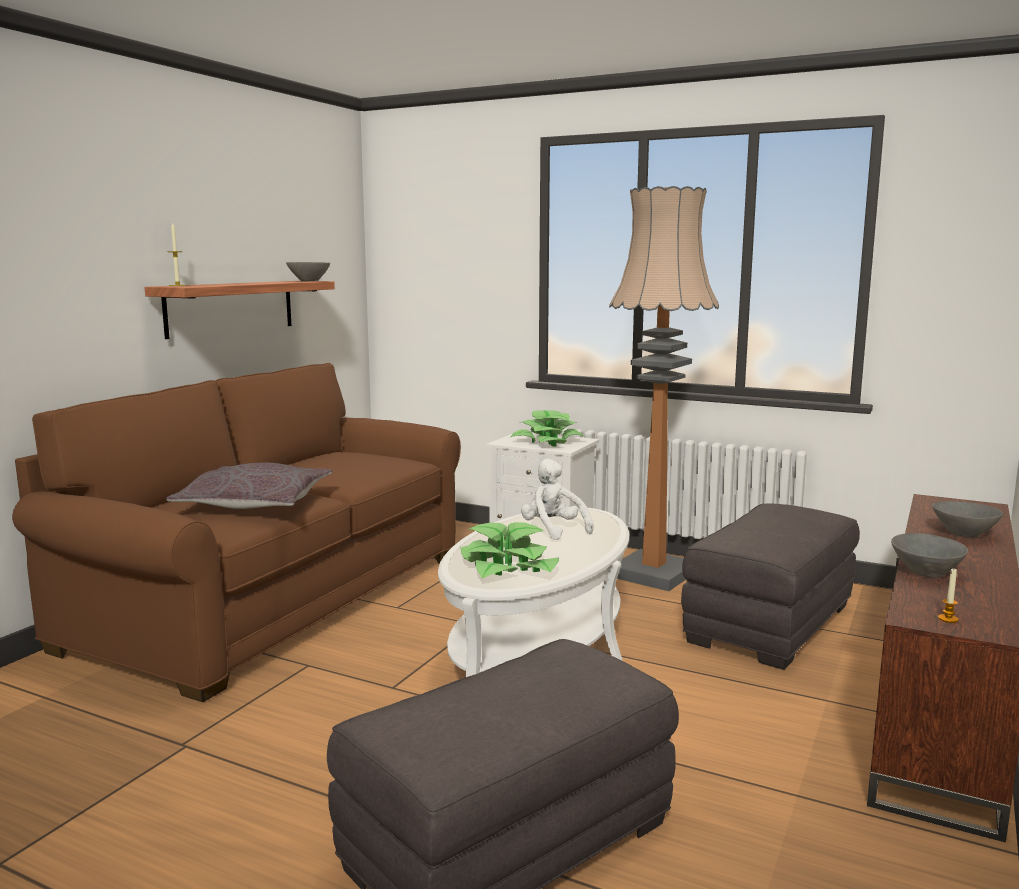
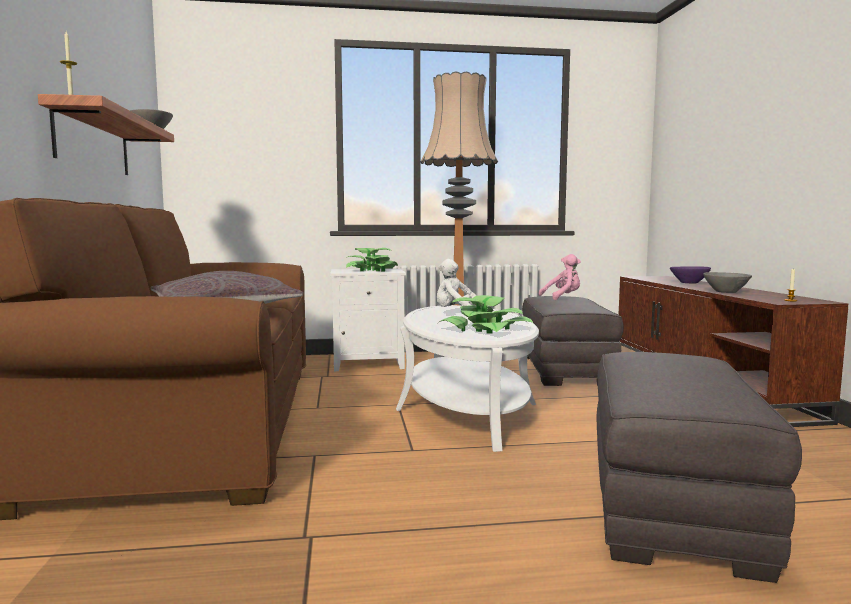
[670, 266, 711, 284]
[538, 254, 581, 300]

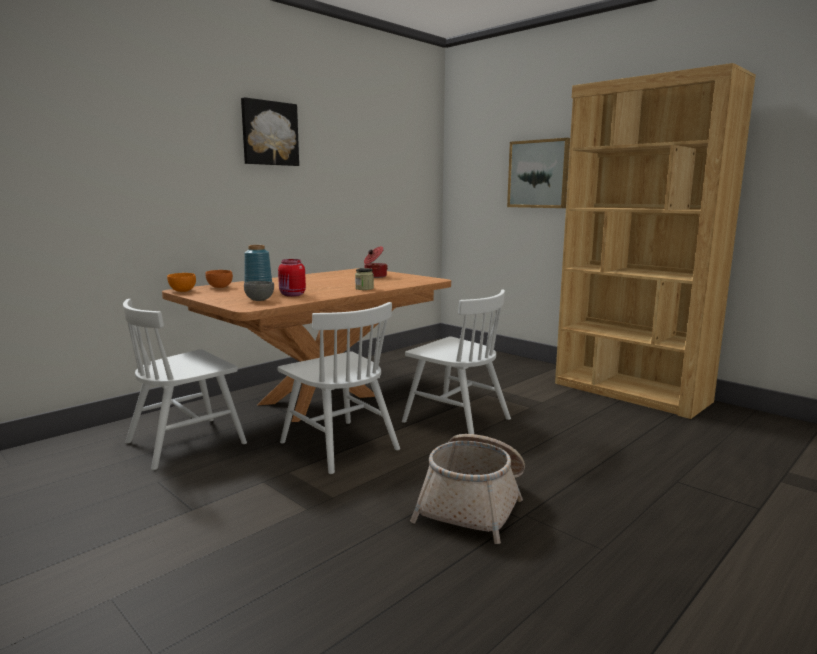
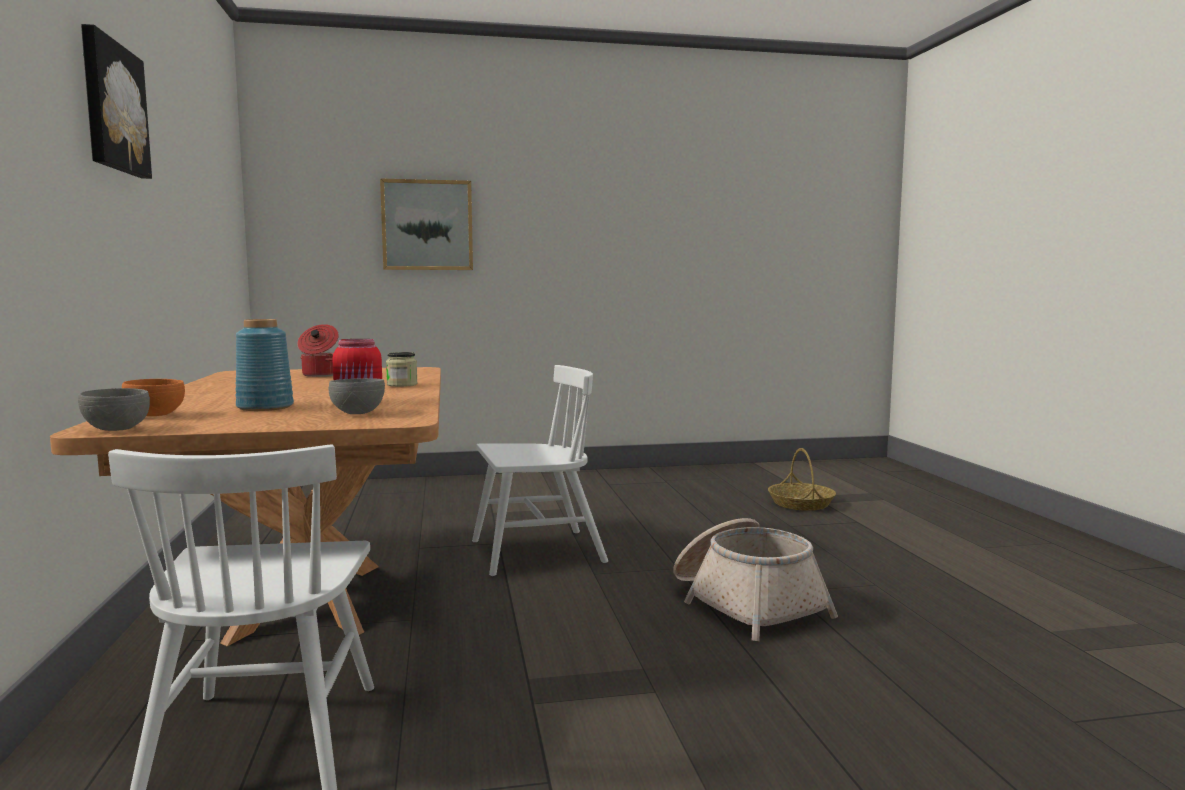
[555, 63, 756, 419] (first image)
[78, 388, 150, 431]
[277, 302, 400, 474] (first image)
[768, 448, 836, 511]

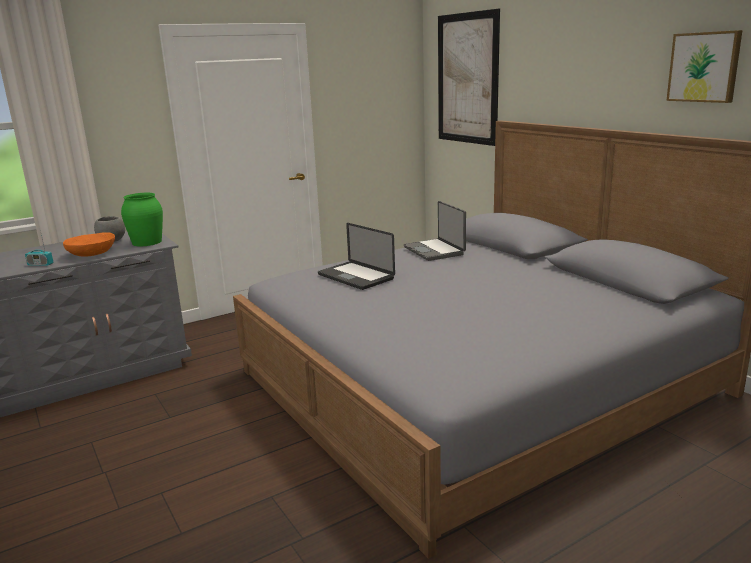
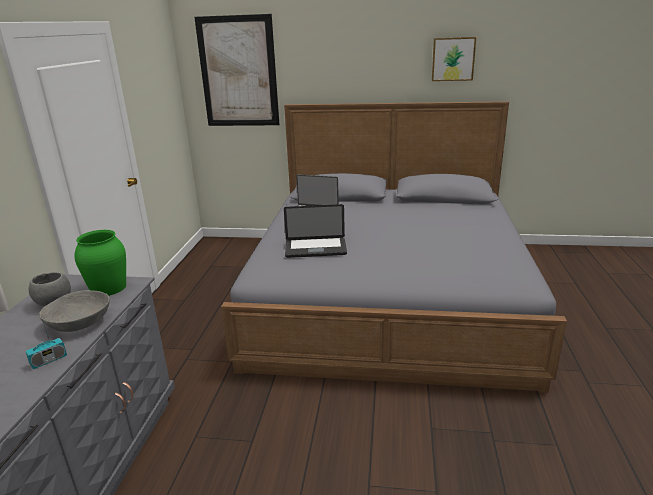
[39, 290, 110, 332]

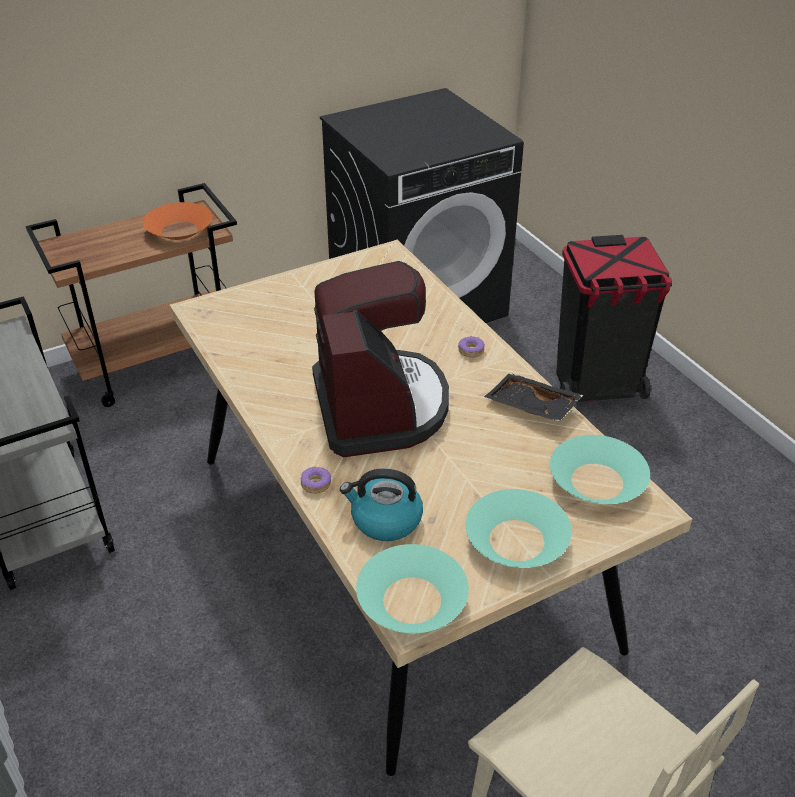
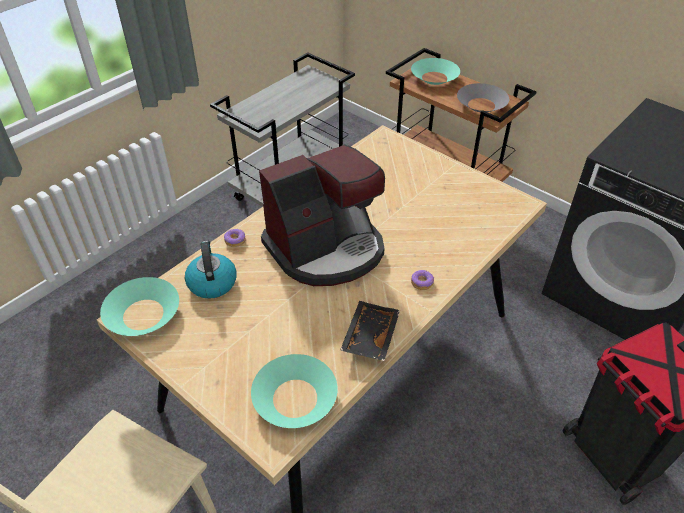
[457, 83, 509, 112]
[411, 58, 460, 85]

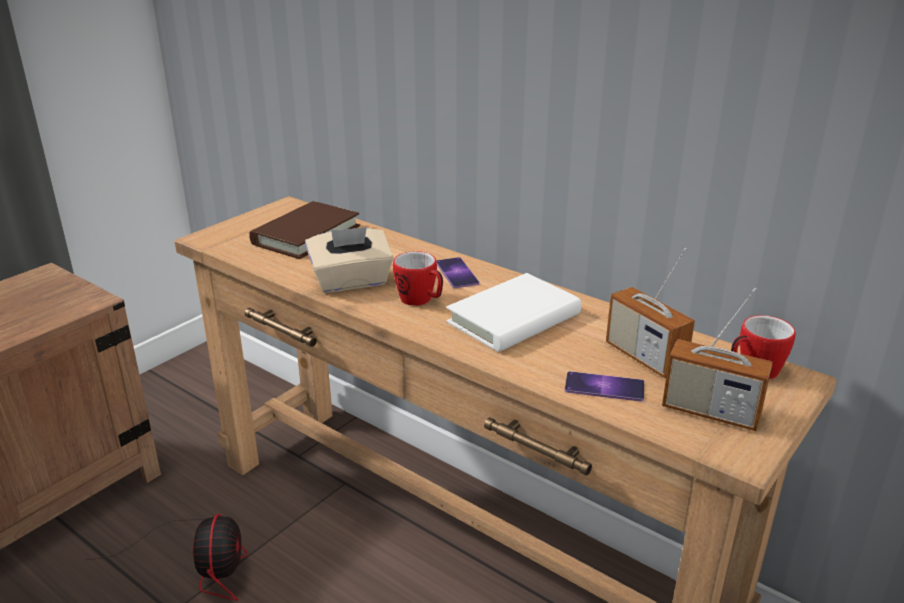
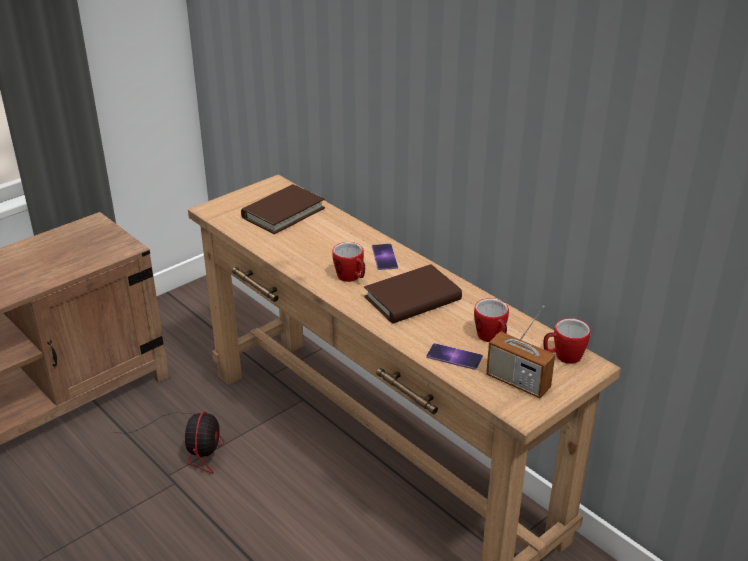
[305, 227, 394, 293] (first image)
[474, 298, 509, 342]
[364, 264, 462, 324]

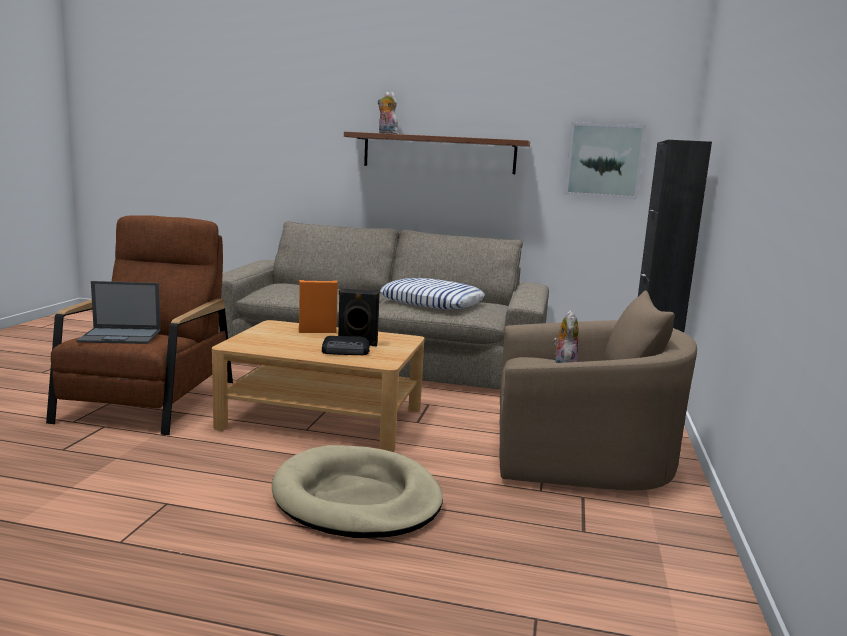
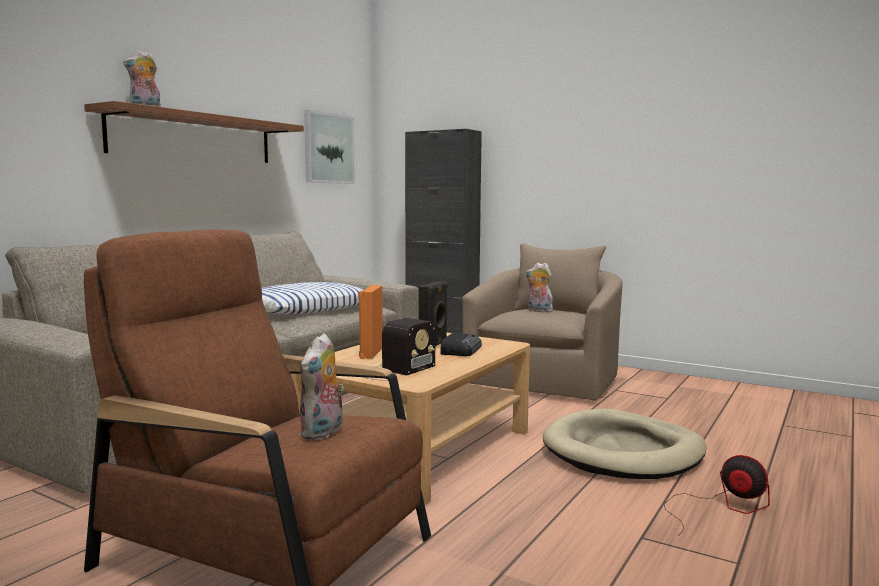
[300, 333, 344, 440]
[363, 318, 435, 381]
[664, 455, 770, 536]

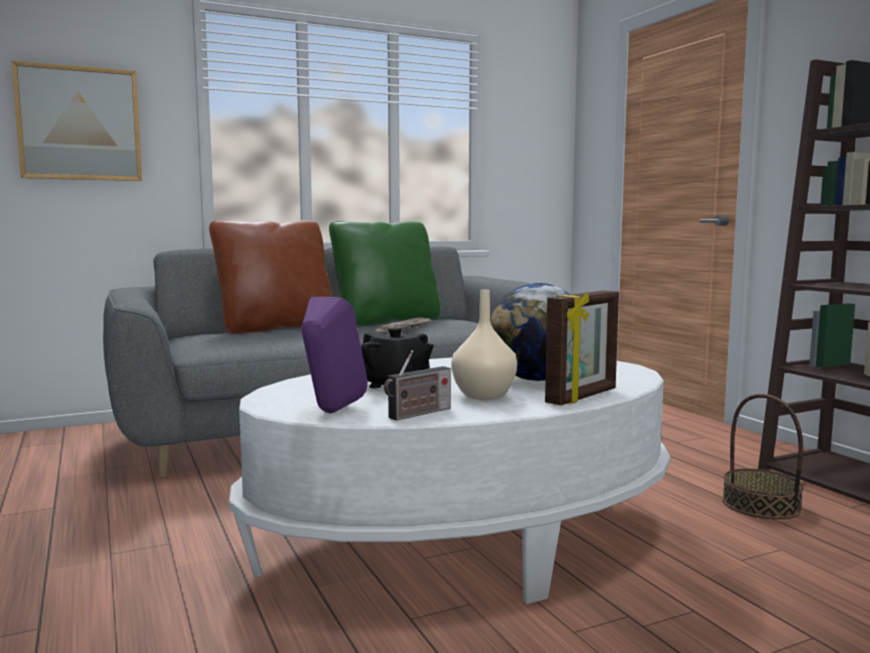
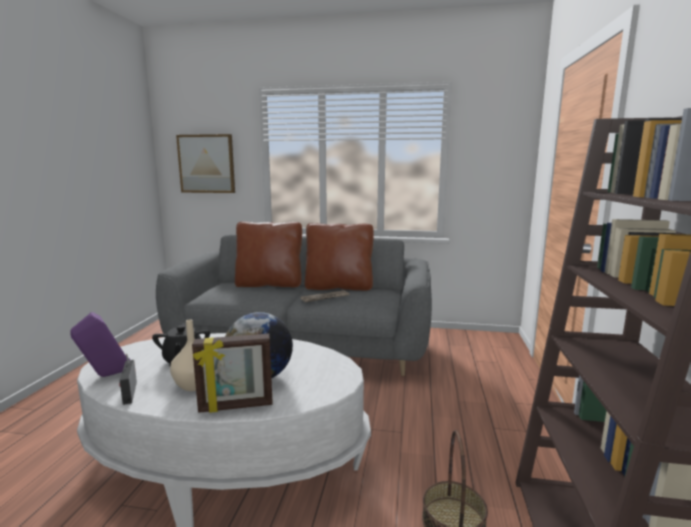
[305, 223, 374, 291]
[119, 354, 137, 405]

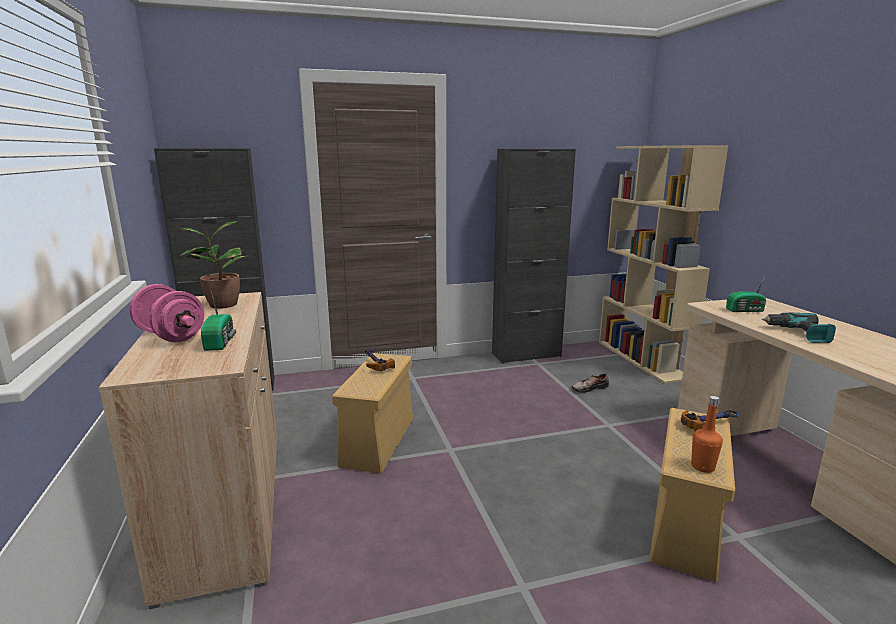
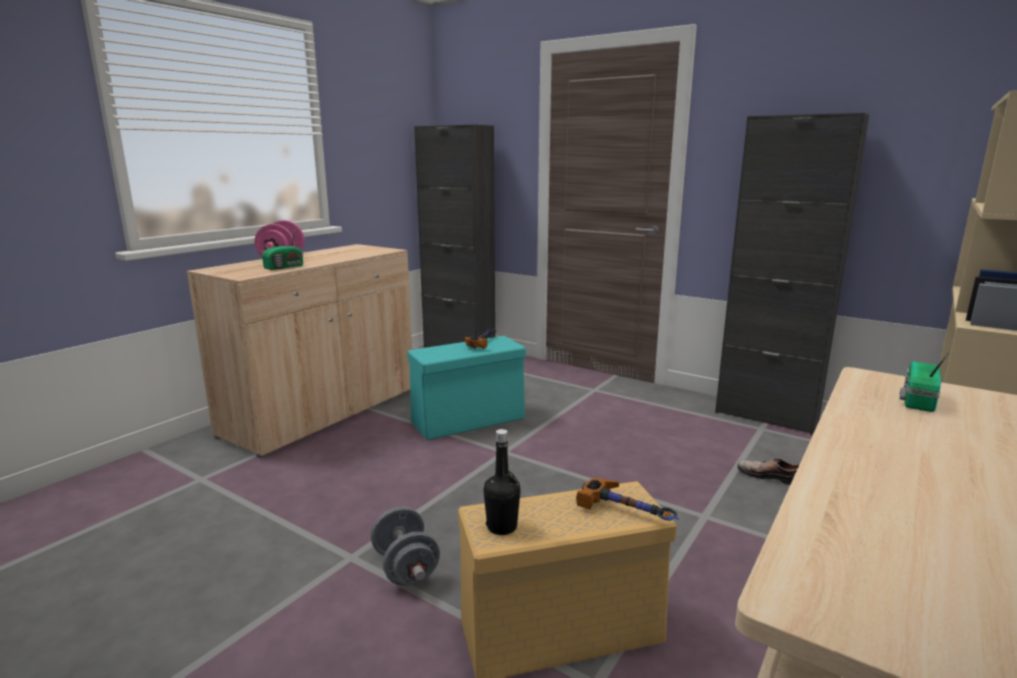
[180, 221, 250, 309] (first image)
[900, 352, 949, 412]
[762, 312, 836, 343] (first image)
[407, 336, 526, 440]
[483, 429, 521, 535]
[371, 506, 440, 586]

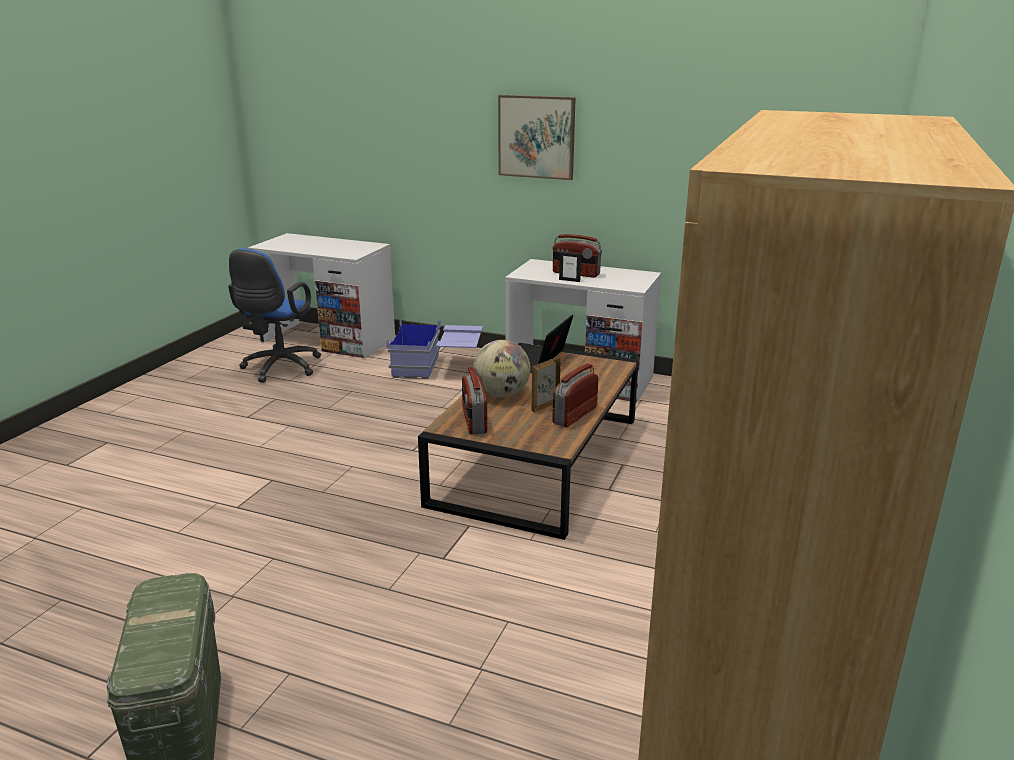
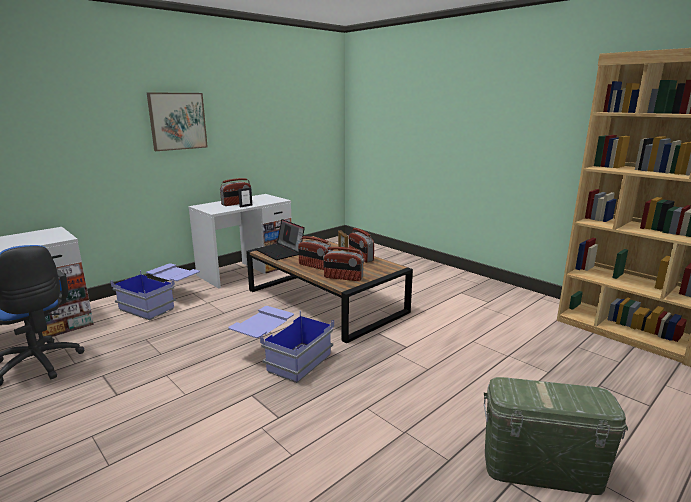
[298, 236, 333, 270]
[229, 306, 334, 383]

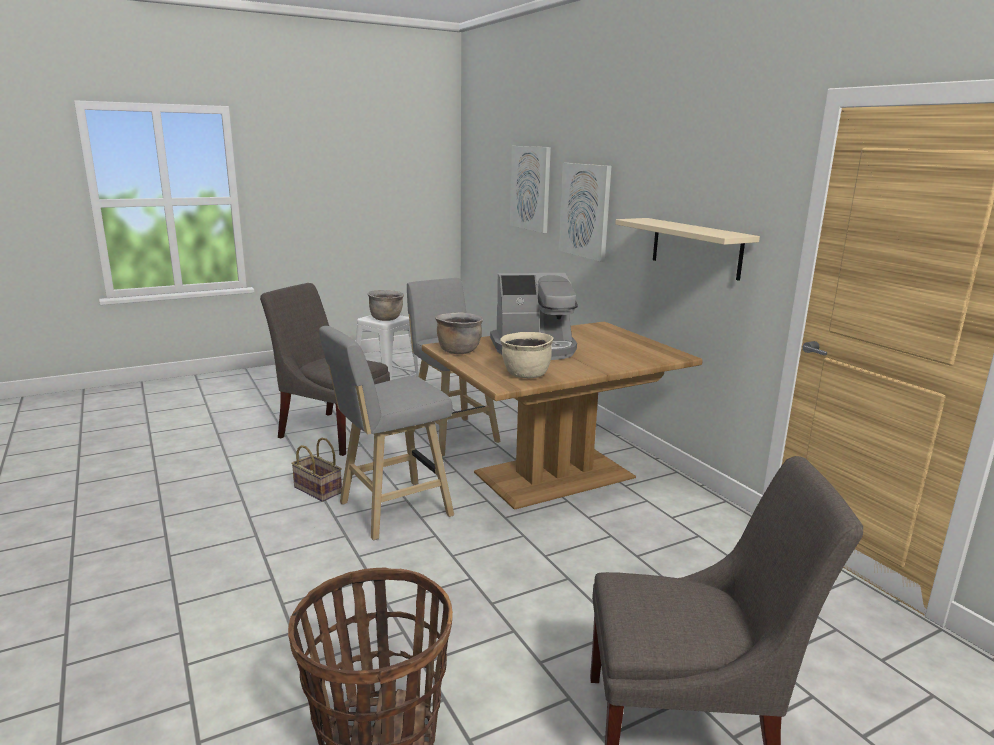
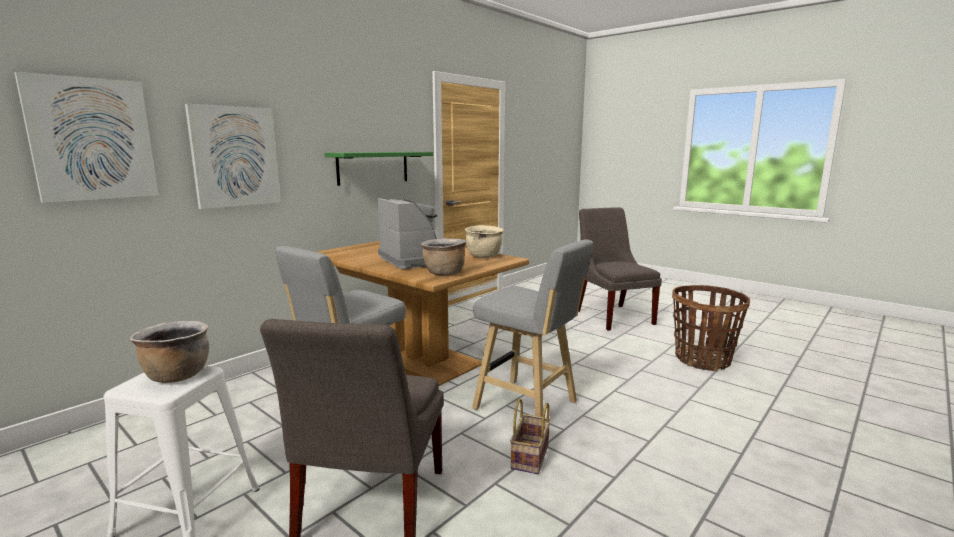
[325, 152, 433, 186]

